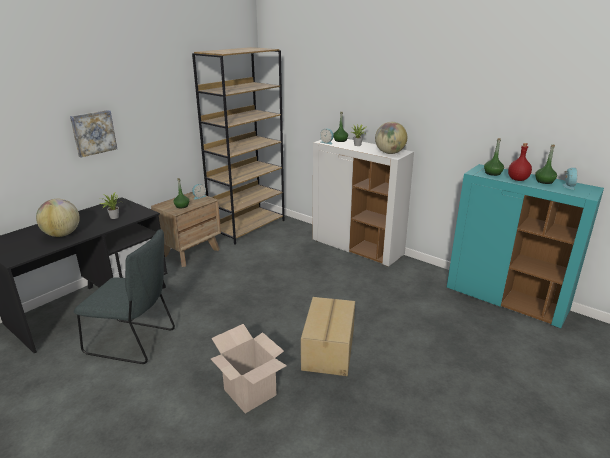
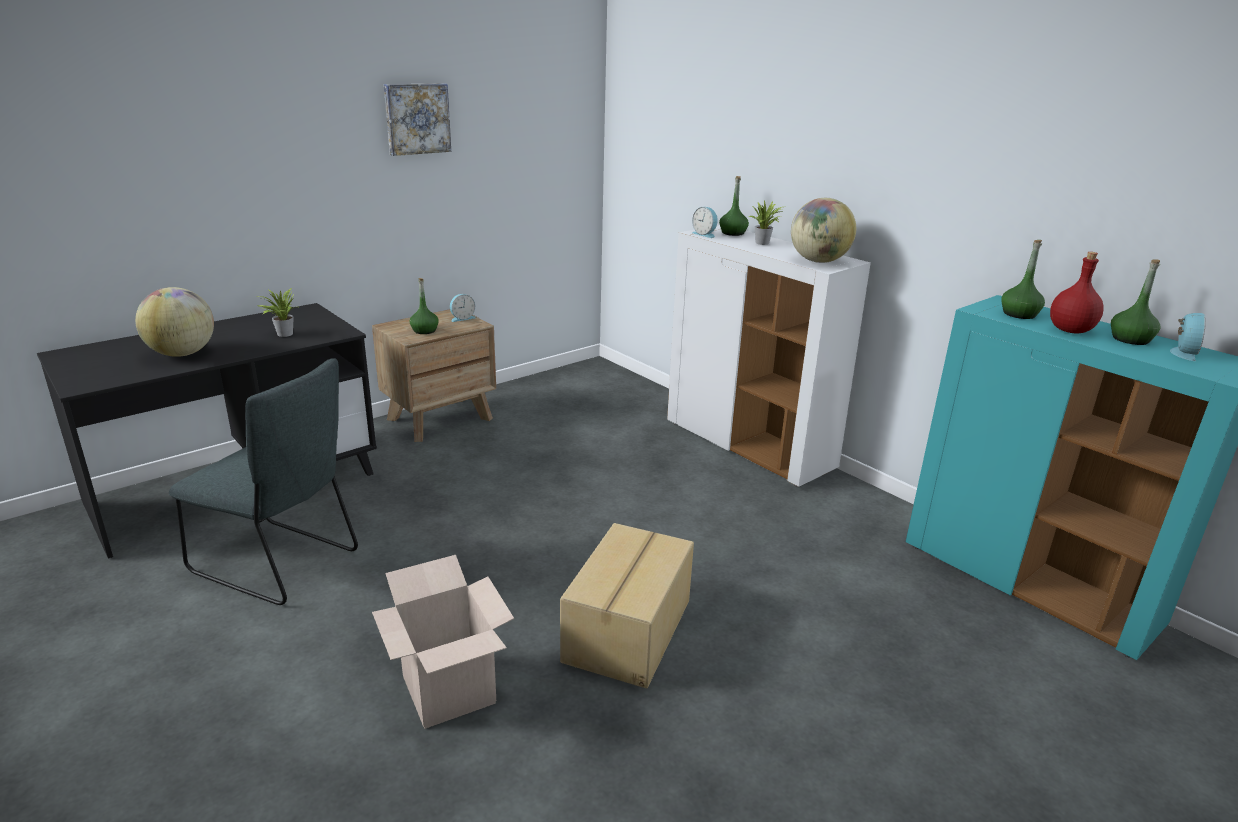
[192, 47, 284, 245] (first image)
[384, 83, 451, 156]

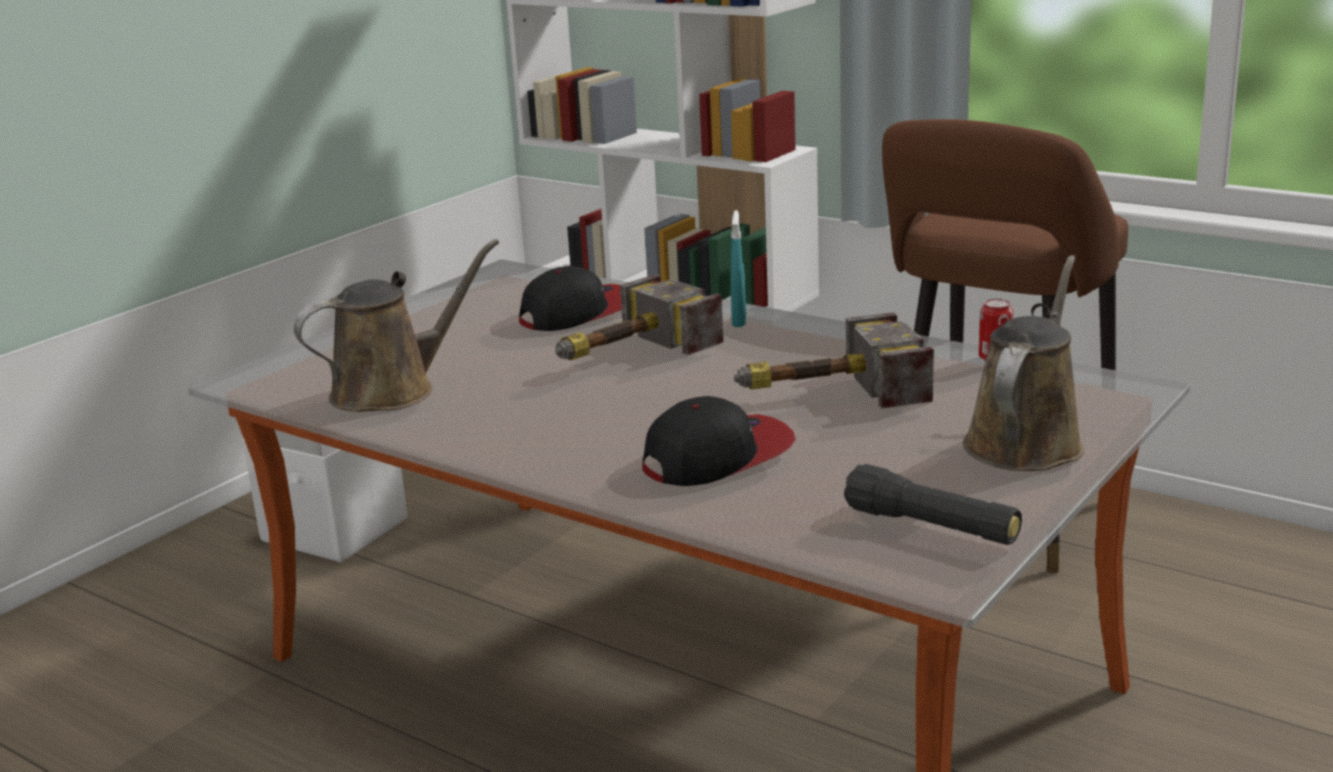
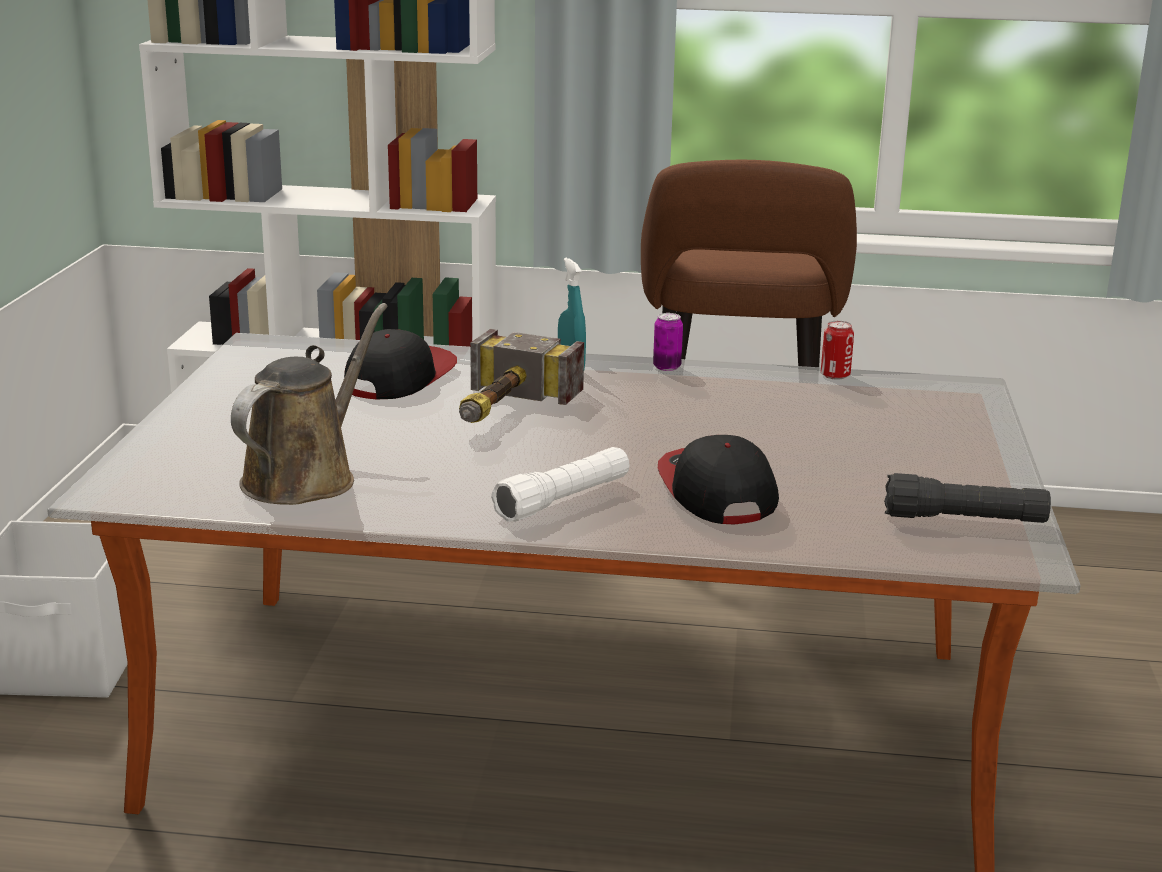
[963, 255, 1084, 471] (first image)
[734, 312, 934, 408] (first image)
[658, 435, 779, 525]
[653, 313, 683, 371]
[491, 447, 630, 522]

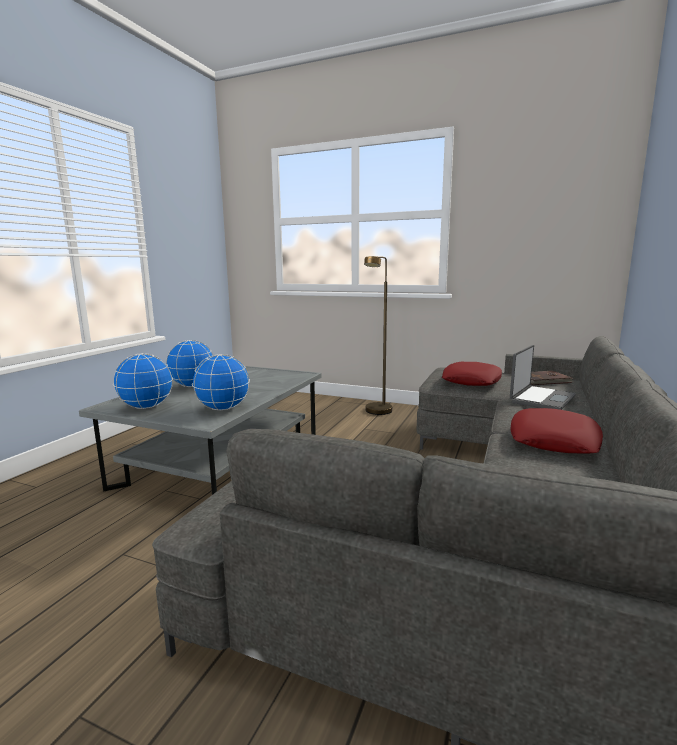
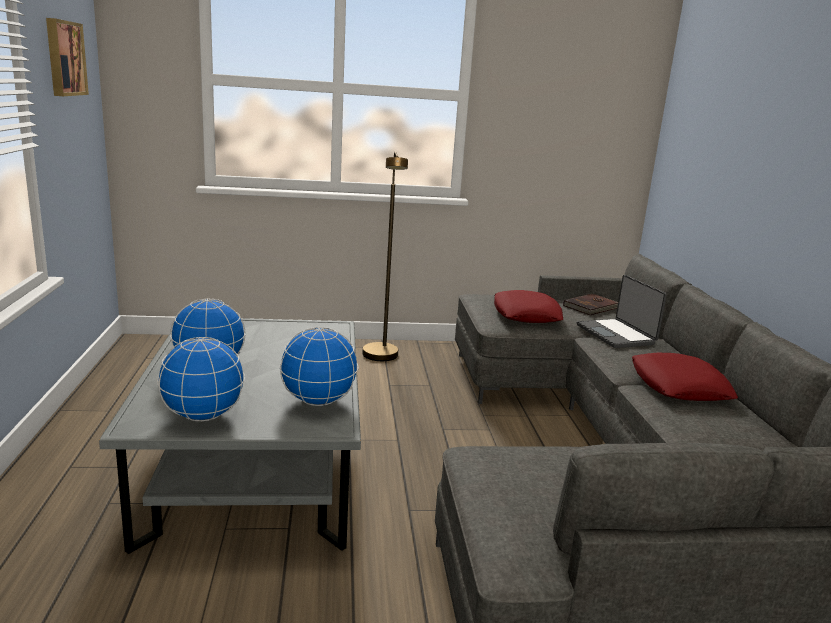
[577, 275, 667, 348]
[46, 18, 89, 96]

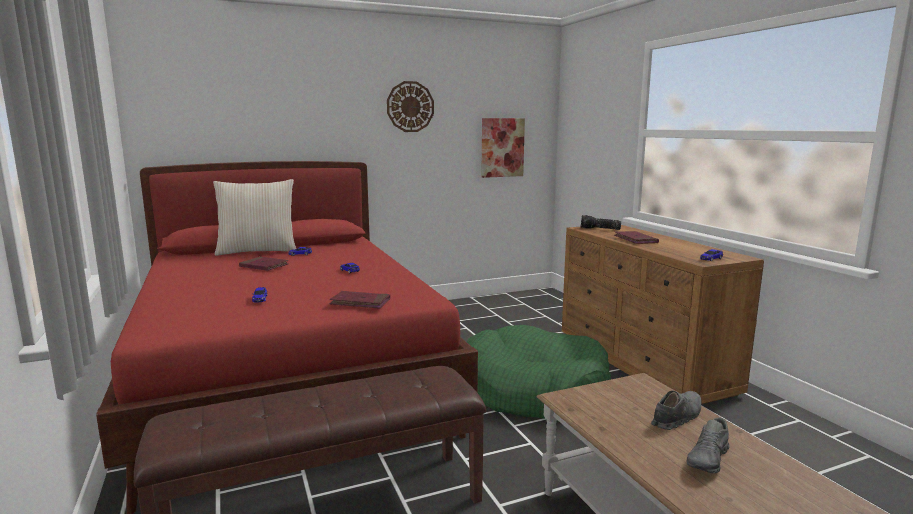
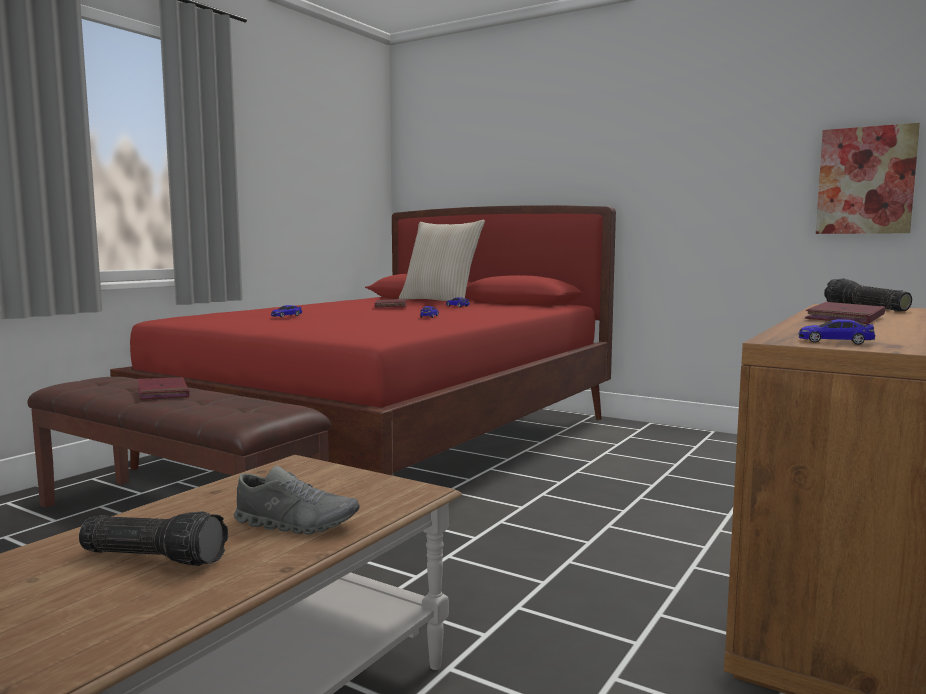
[387, 81, 434, 132] (first image)
[138, 377, 189, 400]
[467, 325, 611, 419] (first image)
[79, 511, 228, 566]

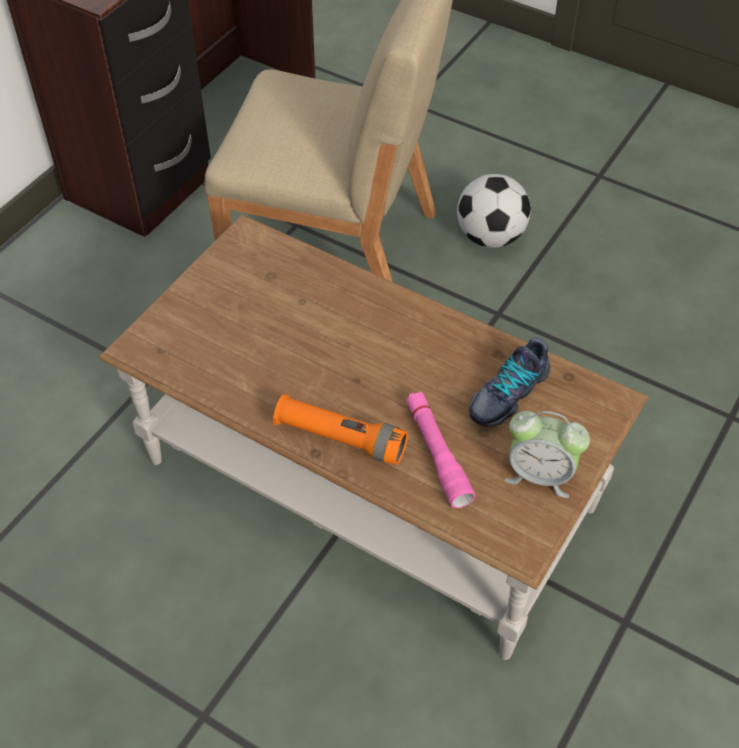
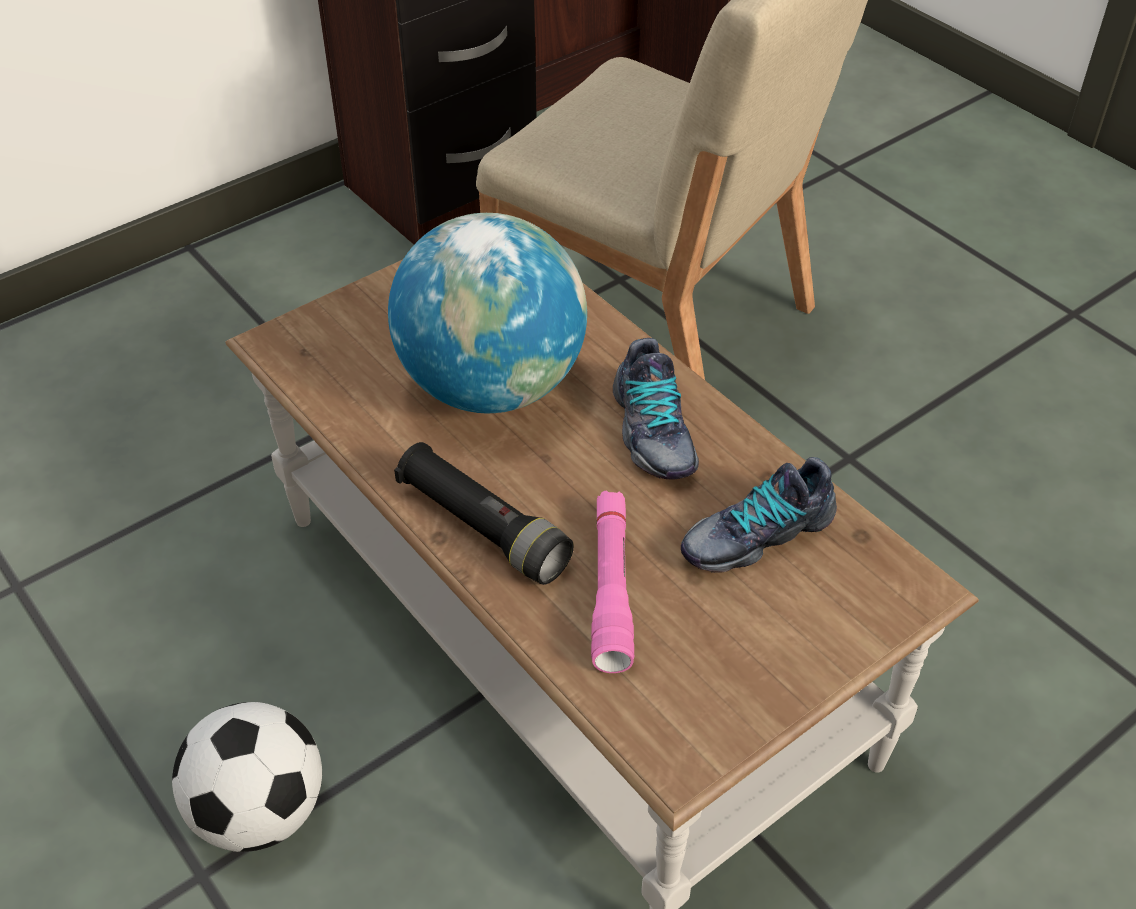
[172, 702, 322, 852]
[394, 442, 574, 585]
[504, 411, 590, 498] (first image)
[388, 213, 587, 413]
[613, 338, 699, 480]

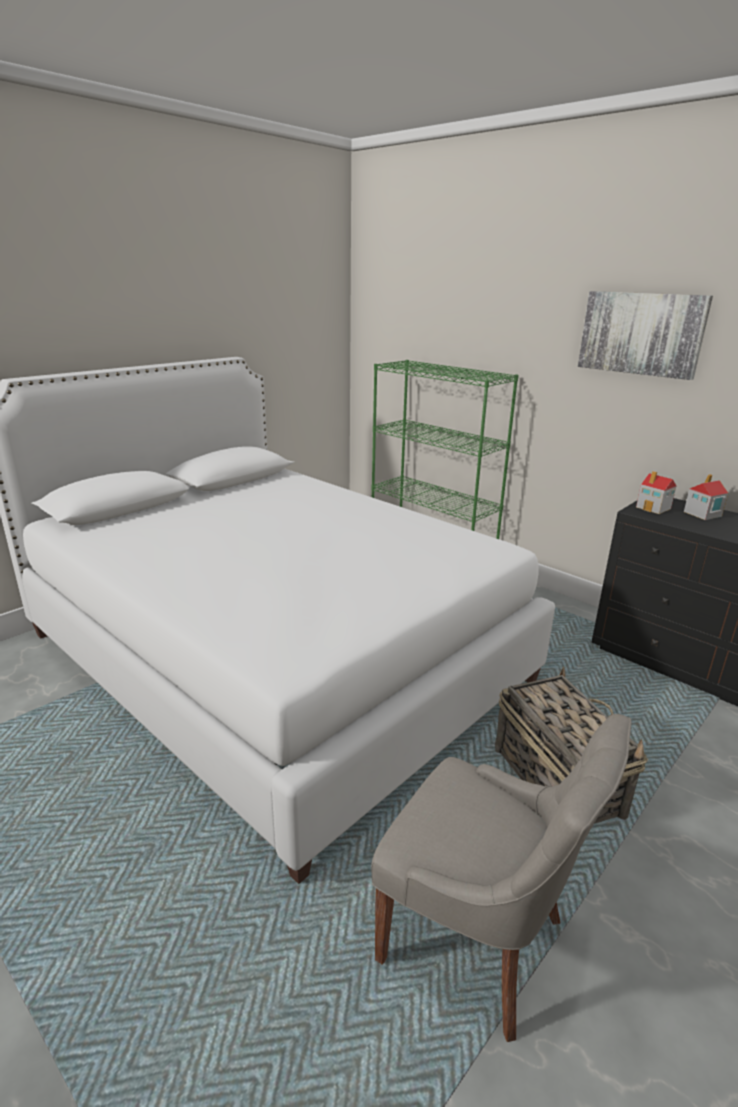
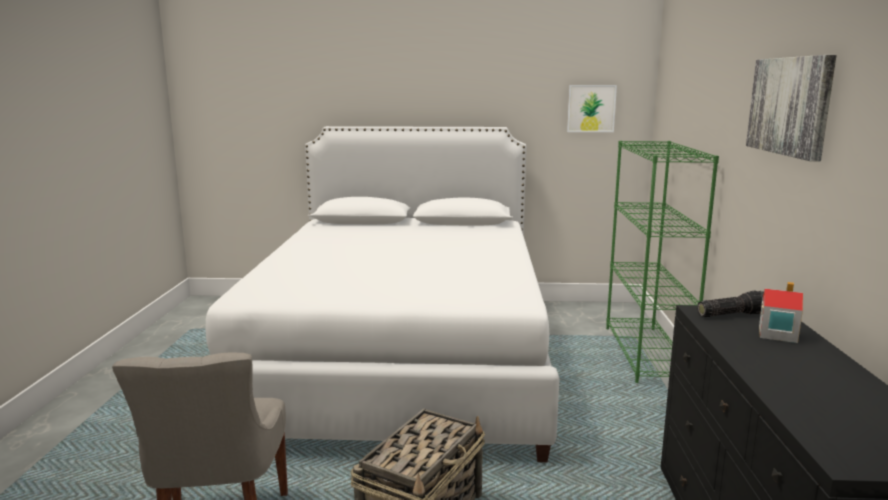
[697, 290, 764, 317]
[567, 85, 617, 132]

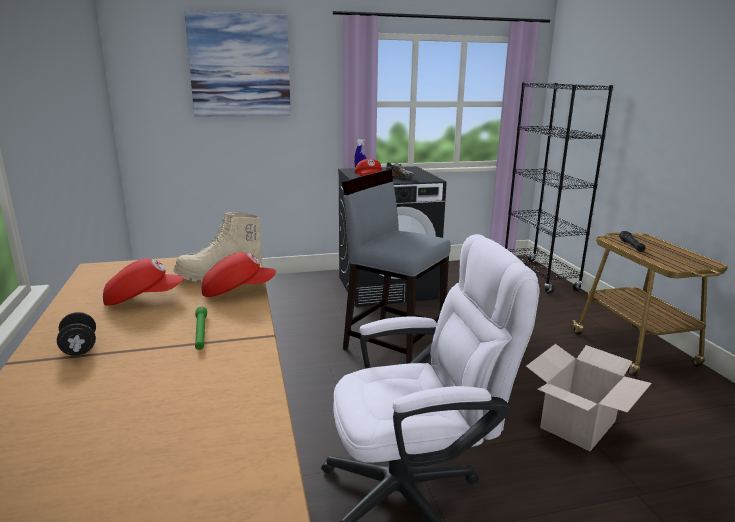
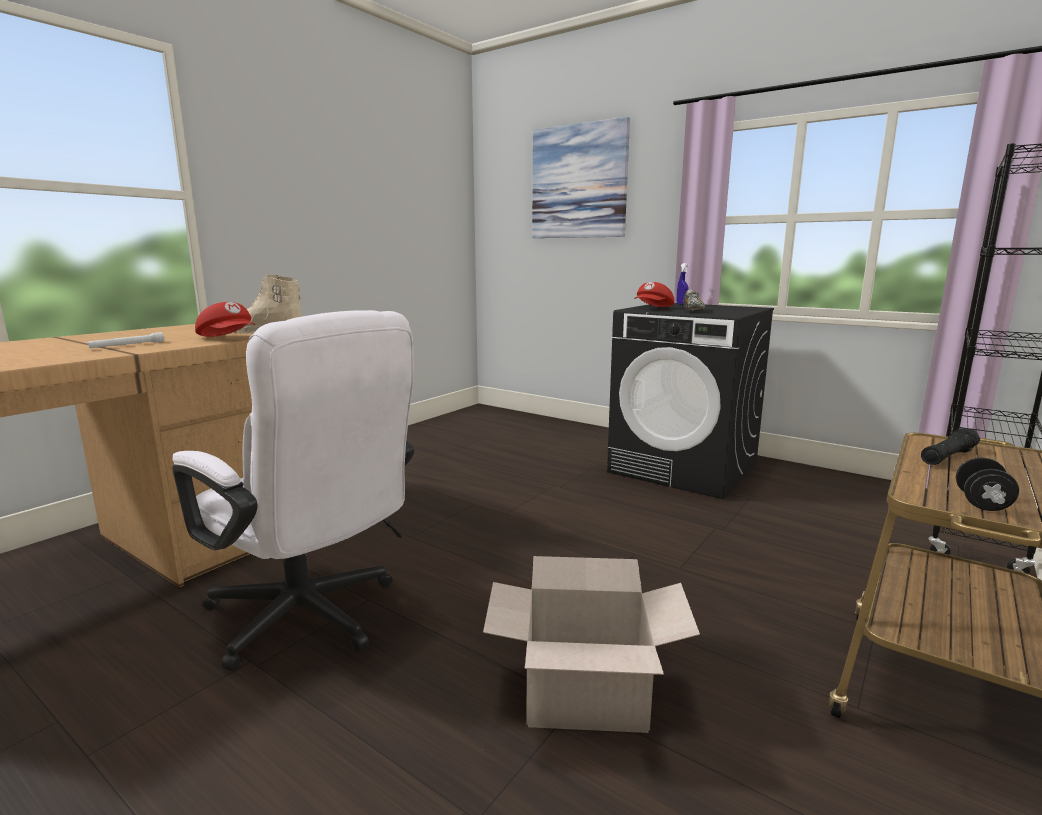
[342, 170, 451, 364] (first image)
[103, 258, 183, 306] (first image)
[88, 332, 164, 349]
[956, 458, 1019, 511]

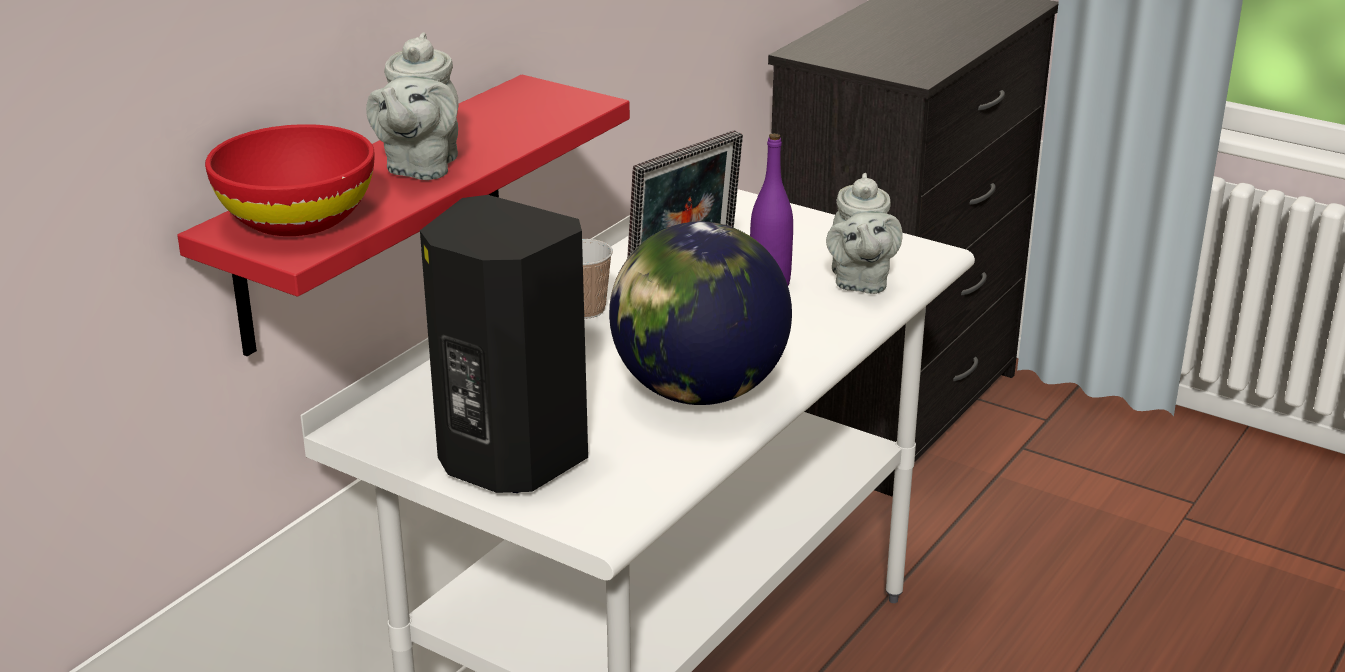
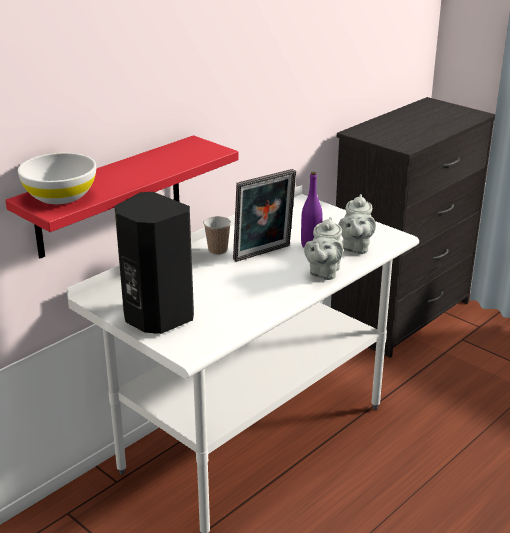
[304, 217, 343, 280]
[18, 153, 96, 204]
[609, 221, 792, 405] (first image)

